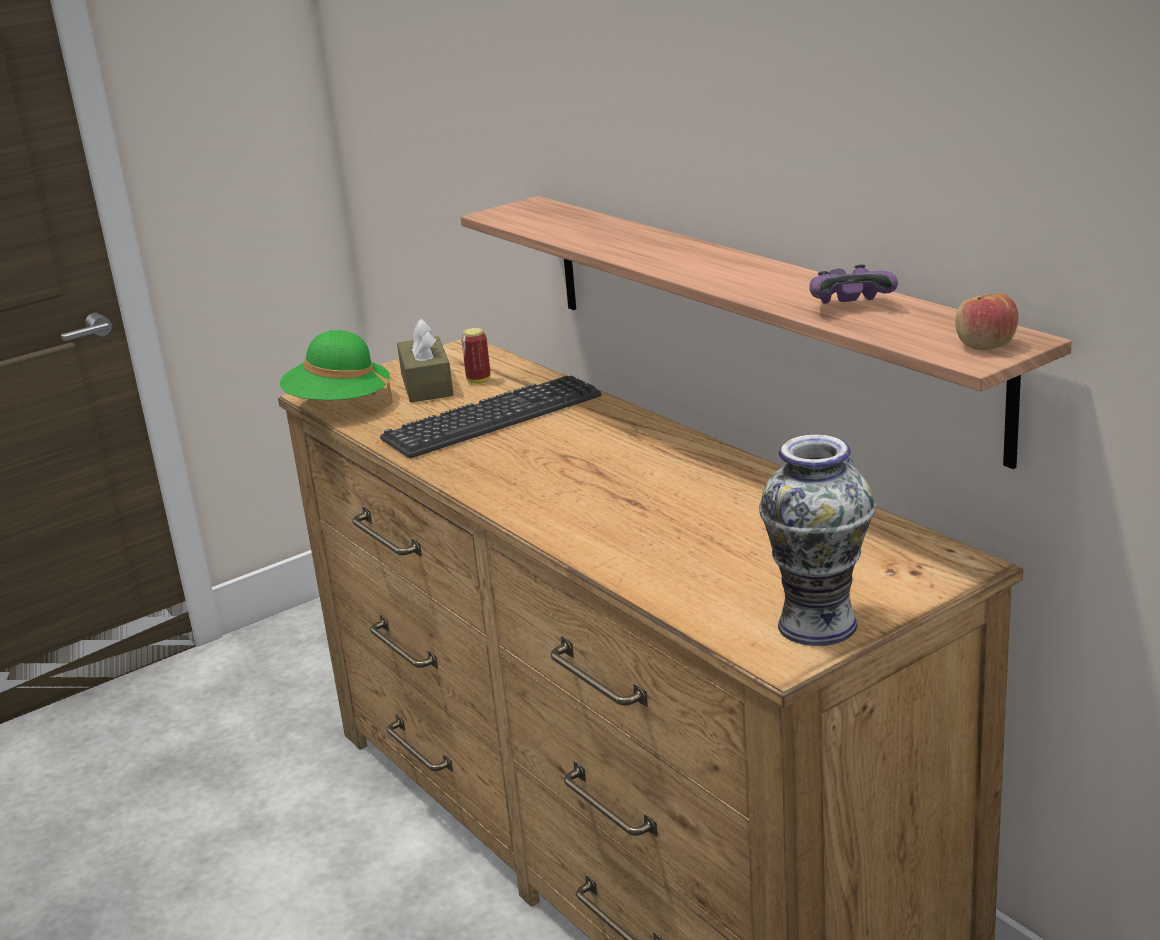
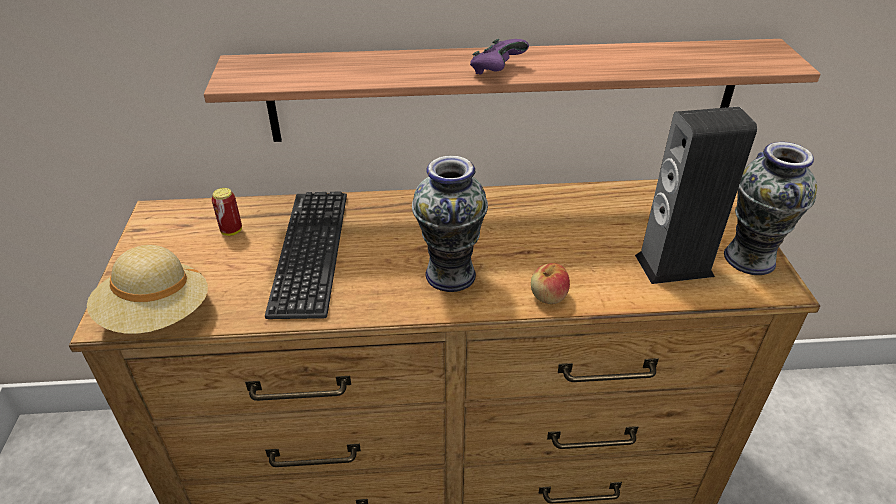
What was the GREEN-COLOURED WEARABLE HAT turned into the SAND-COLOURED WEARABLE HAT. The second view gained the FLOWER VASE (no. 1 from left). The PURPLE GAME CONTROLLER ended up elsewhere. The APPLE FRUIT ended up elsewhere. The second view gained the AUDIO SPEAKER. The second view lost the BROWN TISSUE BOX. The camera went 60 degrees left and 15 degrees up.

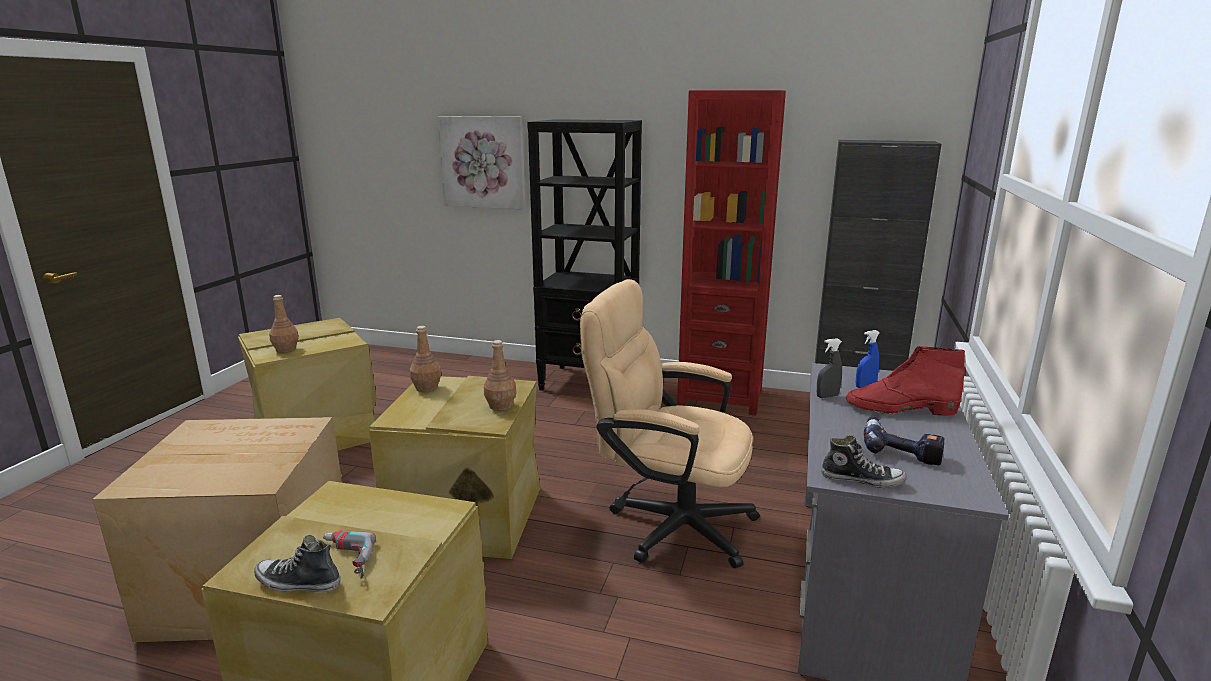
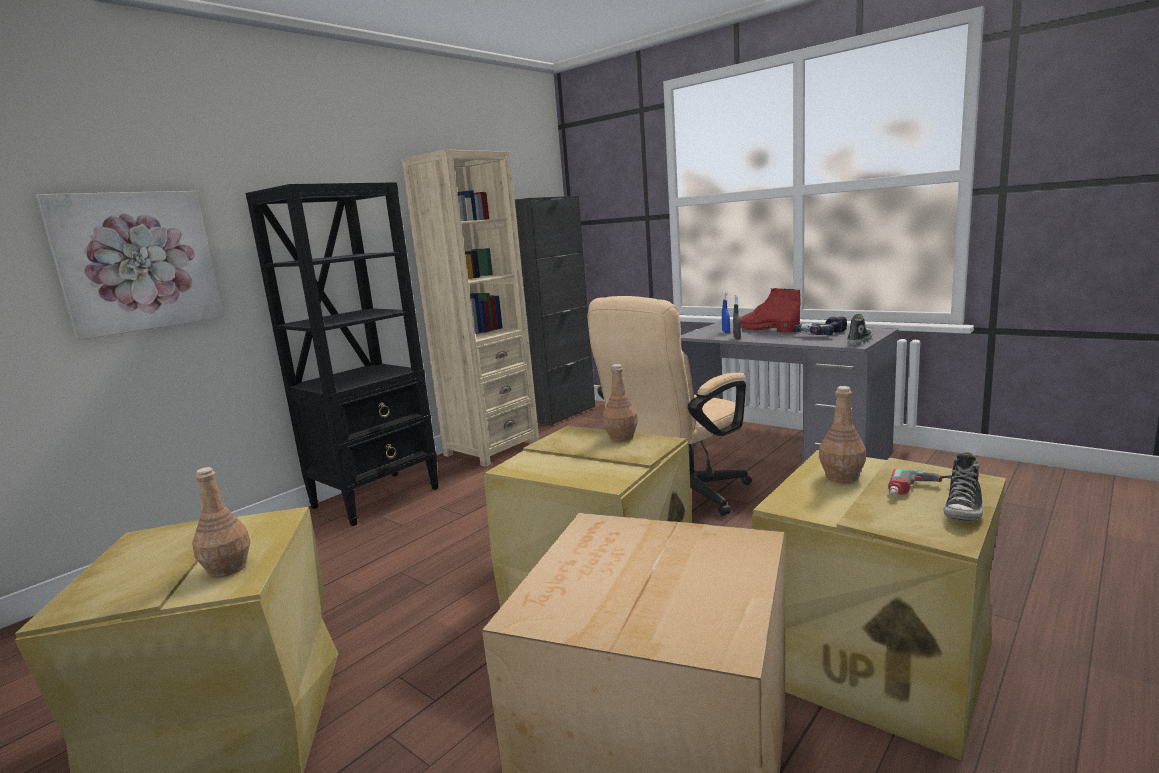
What was the RED-COLOURED BOOKSHELF turned into the SAND-COLOURED BOOKSHELF. The RED-COLOURED TALL BOOT ended up facing another way, 105 degrees clockwise from before. The BROWN BEVERAGE BOTTLE (no. 2 from left in the first image) ended up elsewhere. The camera went 65 degrees left and 5 degrees down.

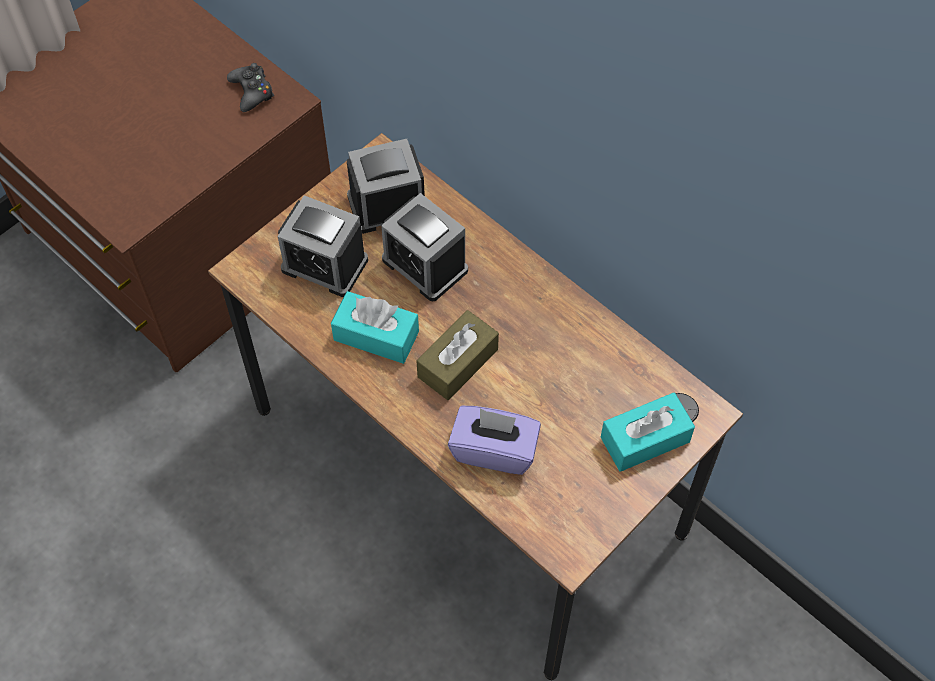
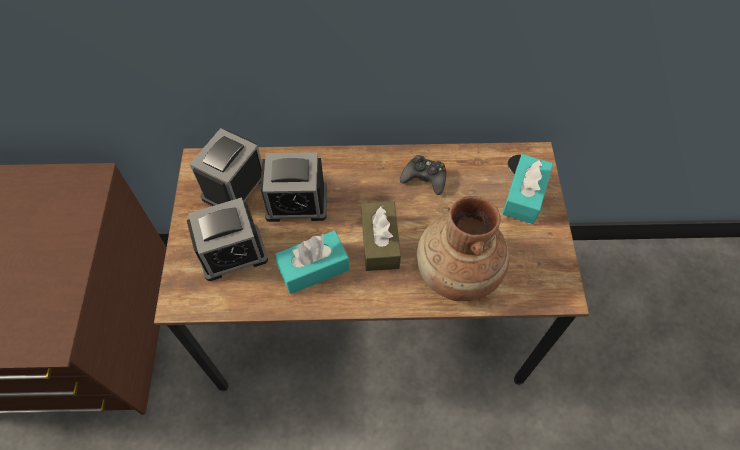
The BLACKISH GAME CONTROLLER ended up elsewhere. Where the PURPLE TISSUE BOX stood, the BROWN FLOWER VASE came to stand. The camera went 45 degrees left and 0 degrees up.

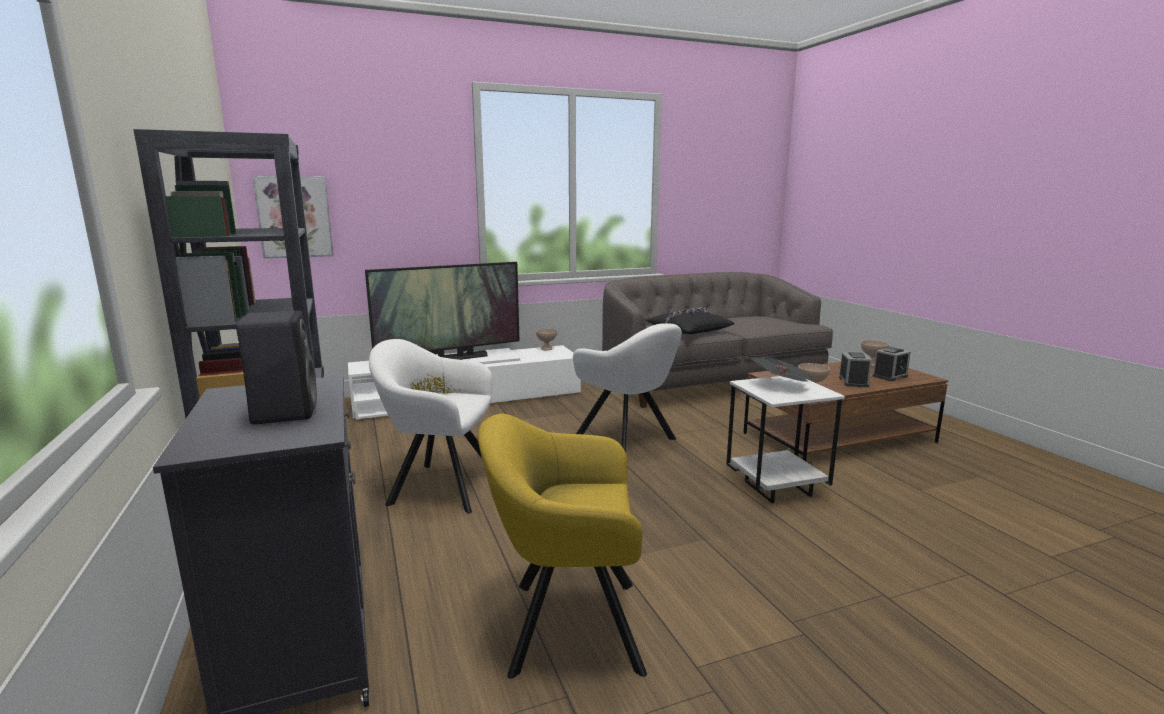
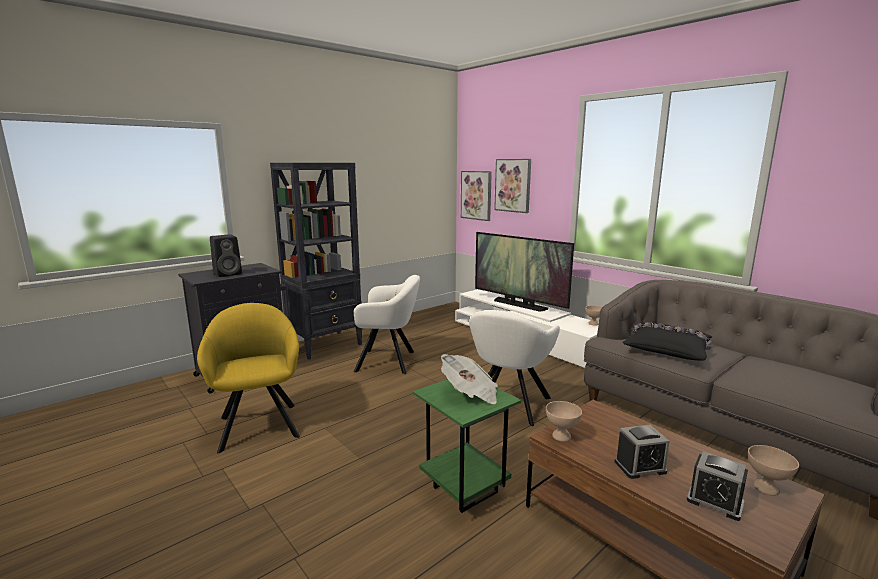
The WHITE ARMCHAIR (no. 1 from left) ended up facing another way, 105 degrees clockwise from before. What was the WHITE END TABLE turned into the GREEN-COLOURED END TABLE. The second view gained the WALL ART (no. 2 from left). The camera went 70 degrees right and 0 degrees up.

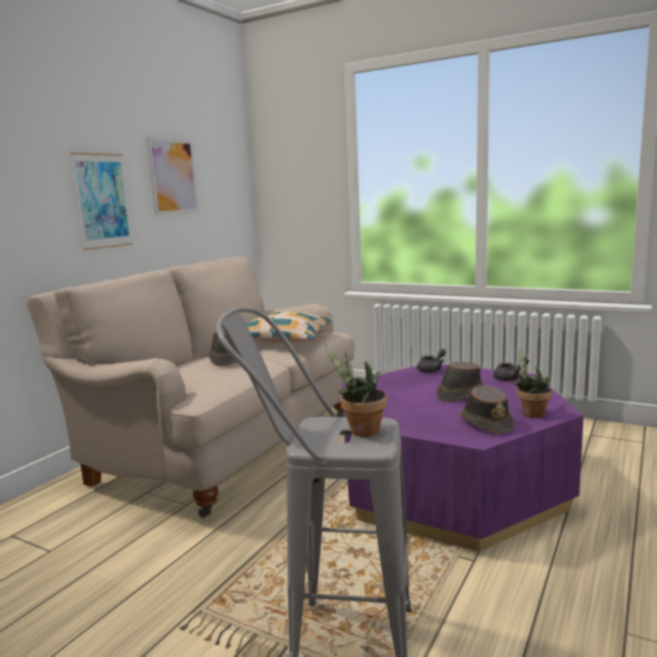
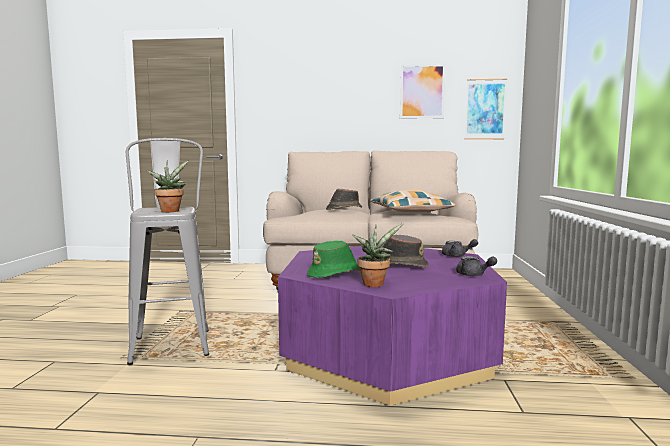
What was the BROWN WEARABLE HAT (no. 3 from left) turned into the GREEN-COLOURED WEARABLE HAT. The WALL ART (no. 1 from left in the first image) ended up elsewhere. The camera went 65 degrees right and 5 degrees down.

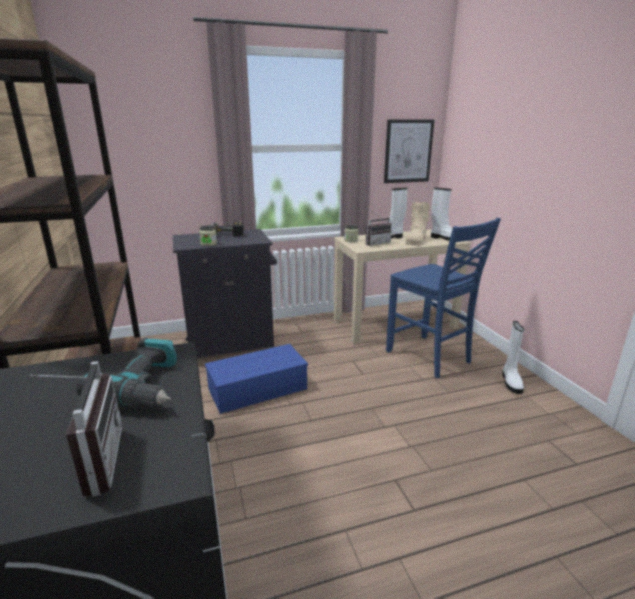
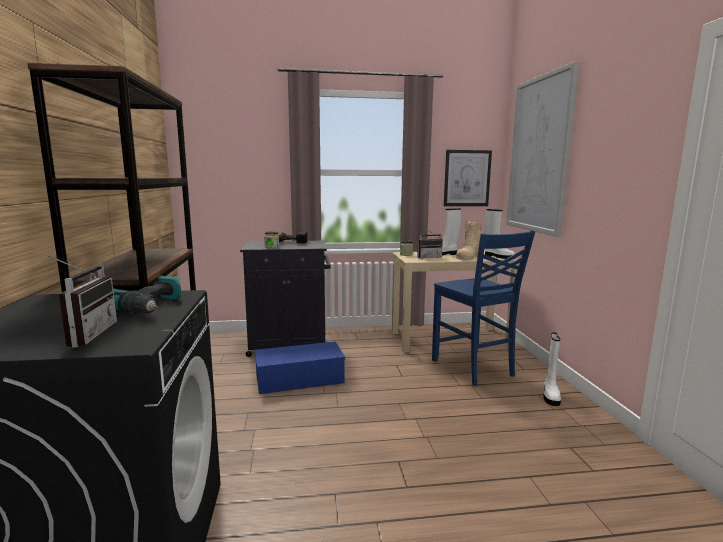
The second view gained the WALL ART (no. 2 from left). The camera went 10 degrees right and 10 degrees down.

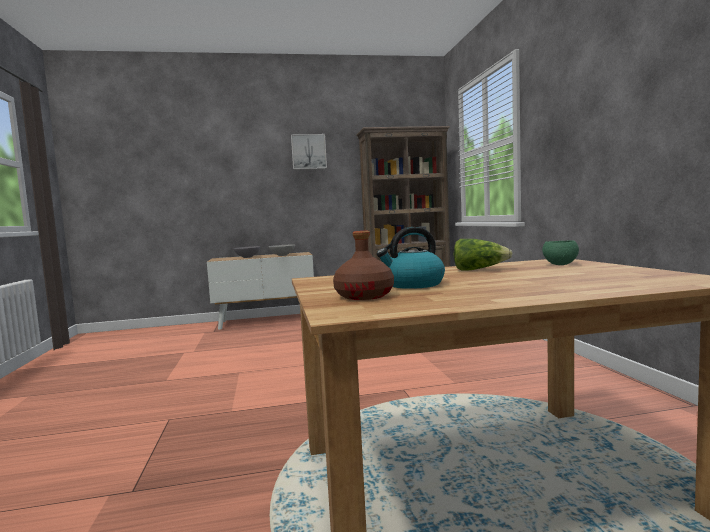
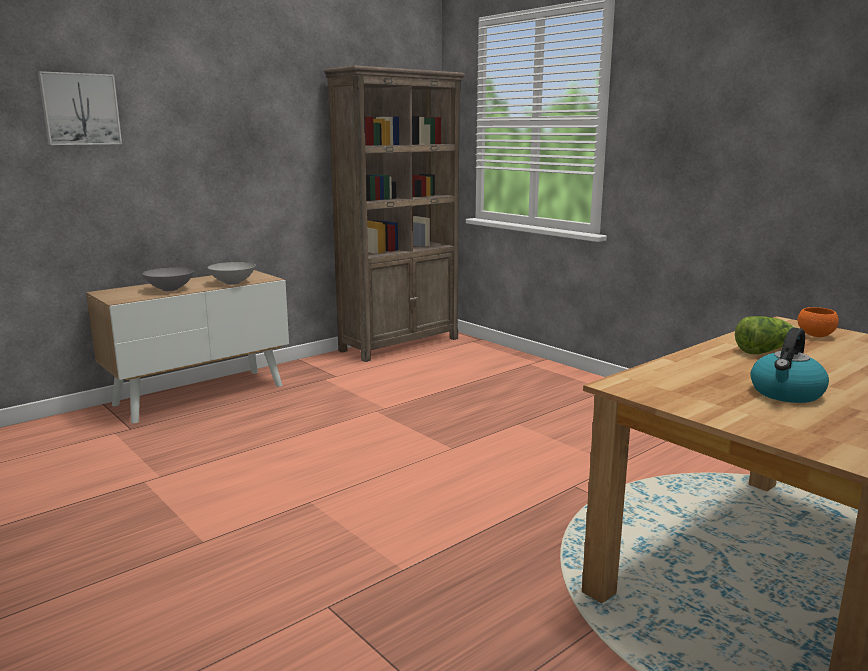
The WALL ART ended up elsewhere. What was the GREEN-COLOURED BOWL turned into the ORANGEY BOWL. The second view lost the BROWN BEVERAGE BOTTLE. The camera went 30 degrees left and 10 degrees up.

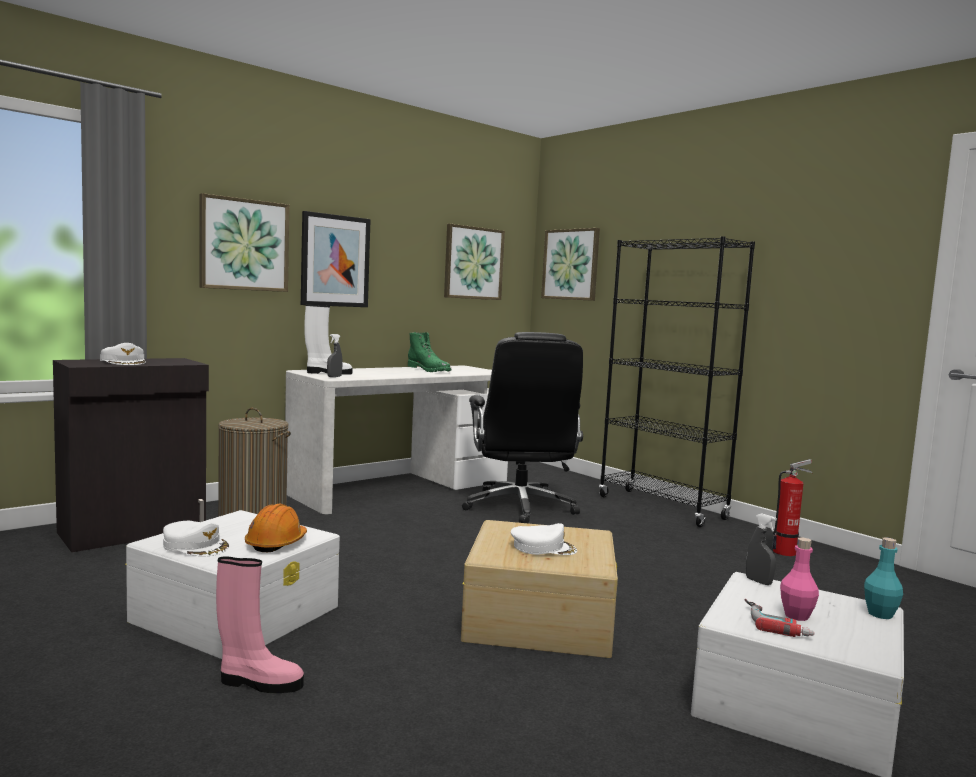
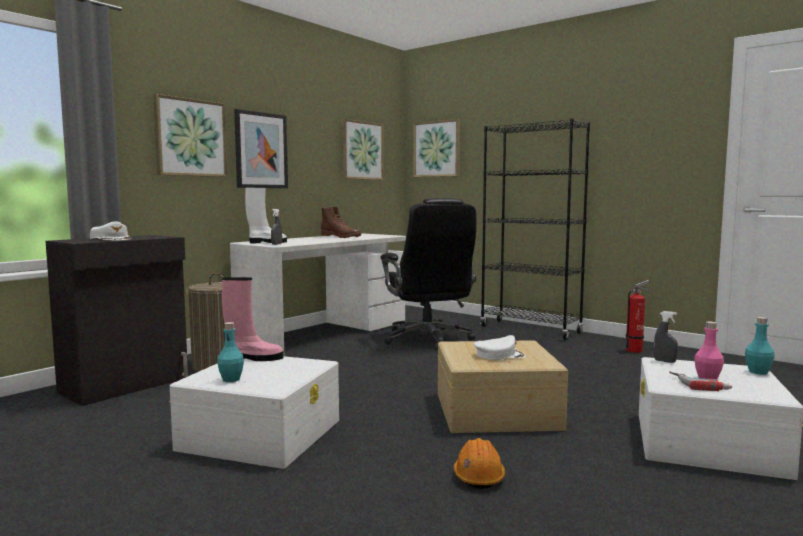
Where the WHITE CAP (no. 2 from left) stood, the TURQUOISE BEVERAGE BOTTLE (no. 1 from left) came to stand. The PINKISH TALL BOOT ended up elsewhere. What was the GREEN-COLOURED TALL BOOT turned into the BROWN TALL BOOT. The ORANGEY SAFETY HELMET ended up elsewhere. The camera went 10 degrees left and 0 degrees up.

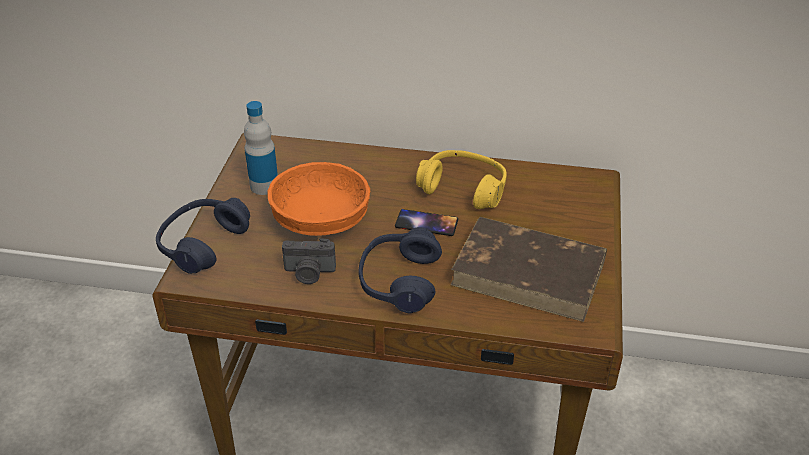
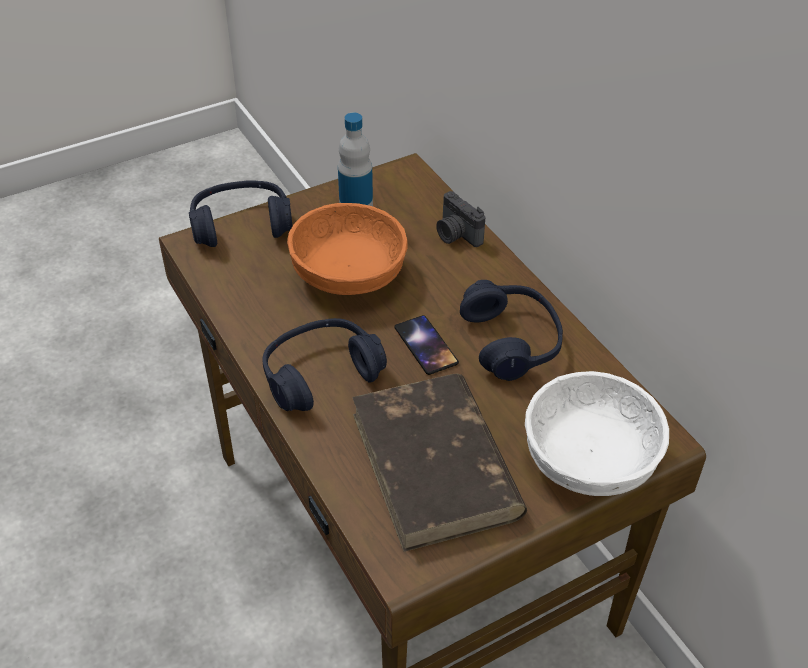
The STILL CAMERA ended up elsewhere. What was the YELLOWISH HEADPHONES turned into the BLUE HEADPHONES (no. 3 from left). The second view gained the WHITE BOWL. The camera went 50 degrees right and 5 degrees up.

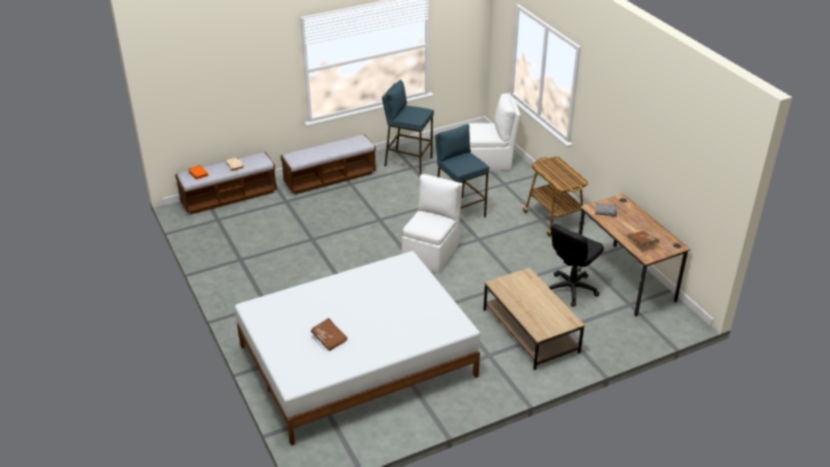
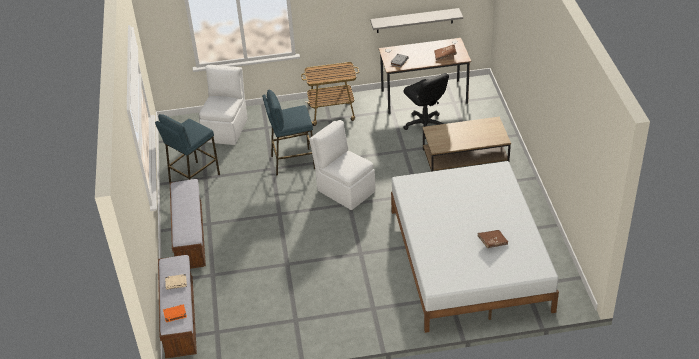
The second view gained the GREYISH WALL SHELF. The camera went 70 degrees left and 5 degrees up.

